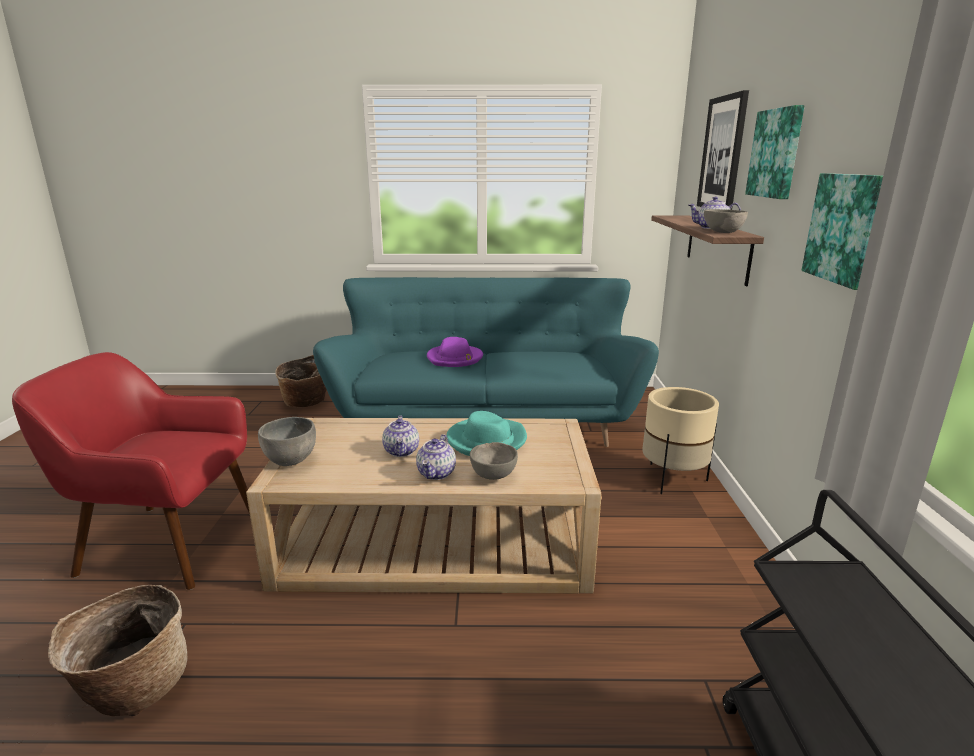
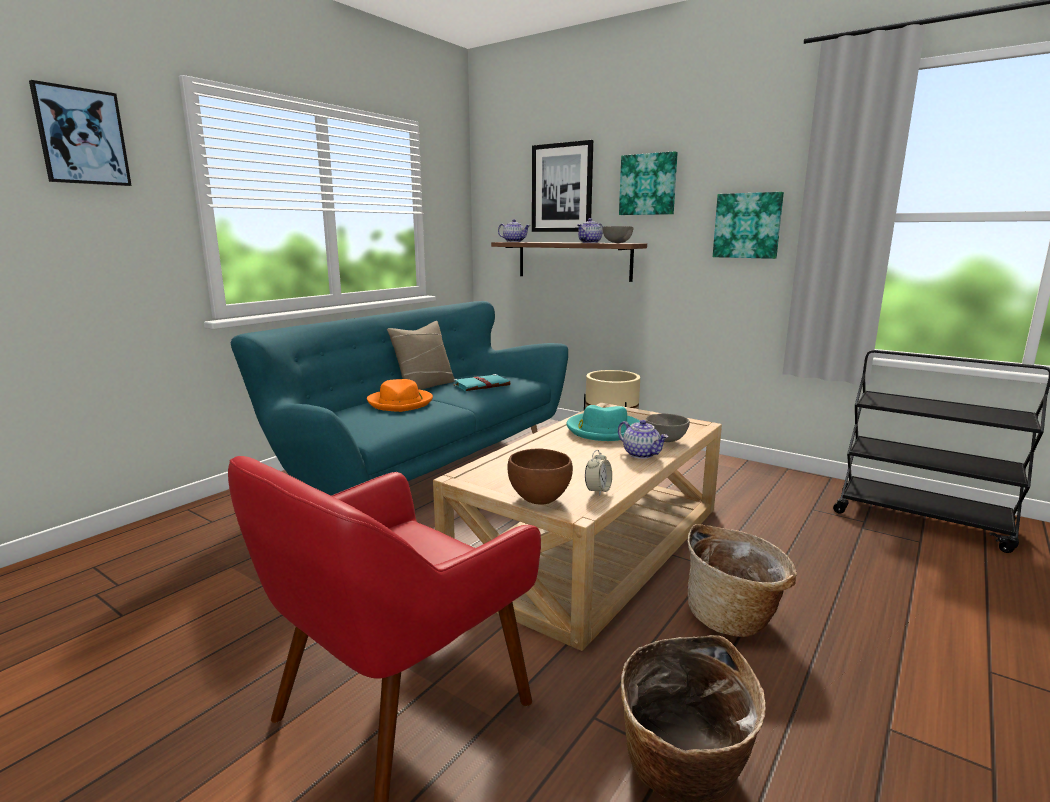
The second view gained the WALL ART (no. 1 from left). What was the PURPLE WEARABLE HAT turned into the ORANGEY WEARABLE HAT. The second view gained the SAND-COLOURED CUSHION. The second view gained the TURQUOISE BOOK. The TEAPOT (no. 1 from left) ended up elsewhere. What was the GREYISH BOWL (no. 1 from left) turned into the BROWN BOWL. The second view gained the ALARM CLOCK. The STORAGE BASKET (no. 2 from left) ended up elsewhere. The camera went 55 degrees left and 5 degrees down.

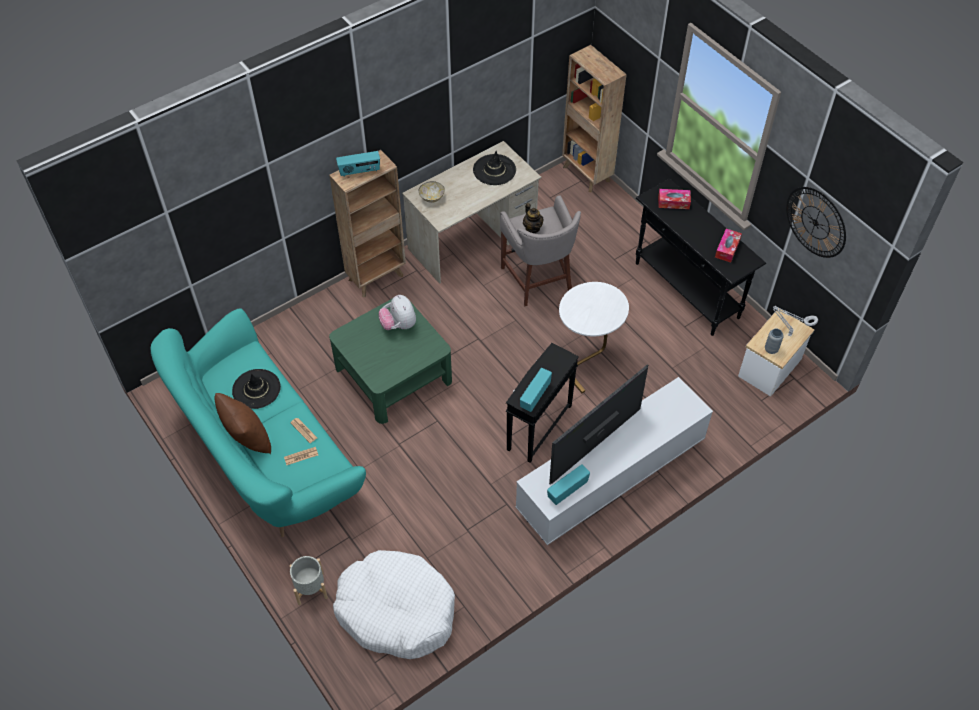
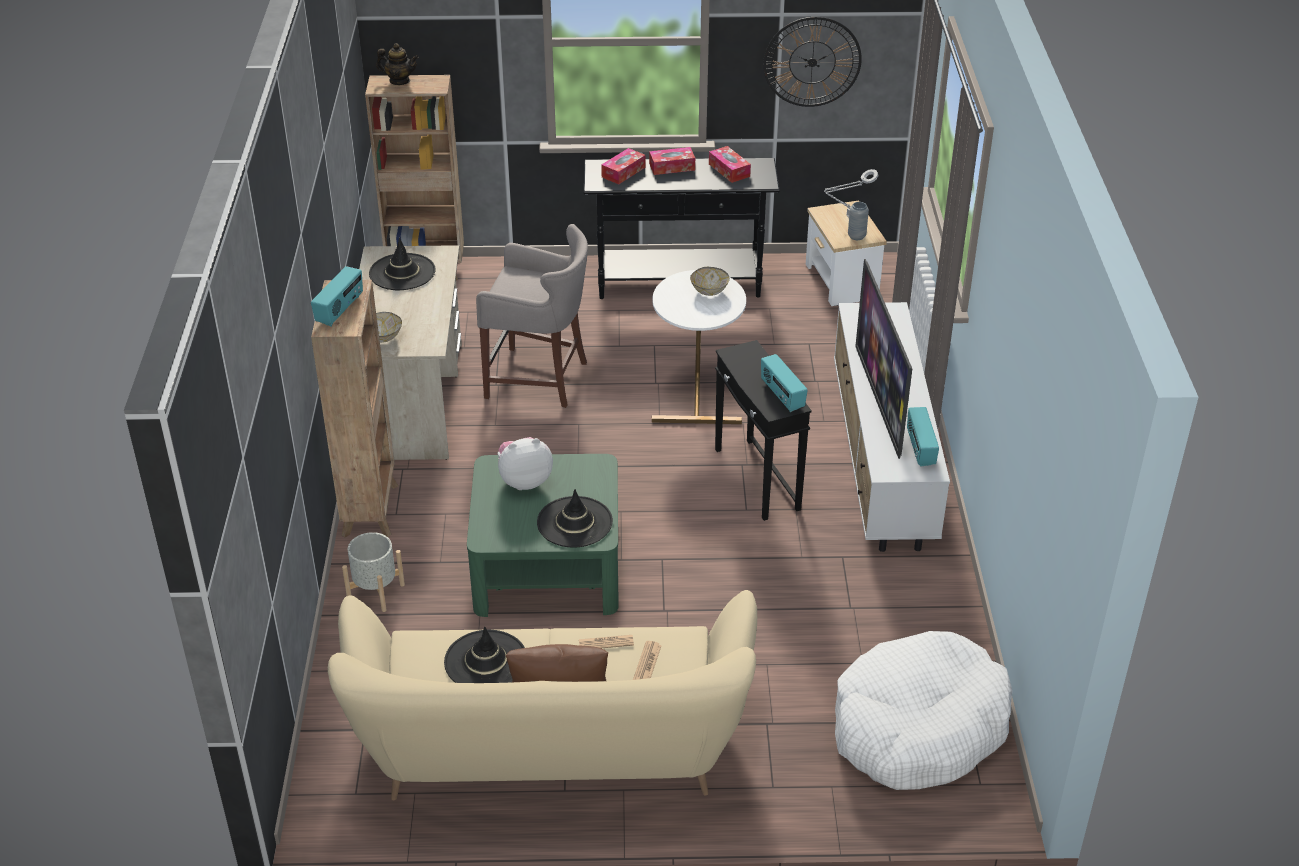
What was the TURQUOISE COUCH turned into the SAND-COLOURED COUCH. The GREYISH PLANT POT ended up elsewhere. The TEAPOT ended up elsewhere. The SOFT TOY ended up facing another way, 150 degrees clockwise from before. The second view gained the BLACKISH WEARABLE HAT (no. 3 from left). The second view gained the TISSUE BOX (no. 2 from left). The second view gained the BOWL (no. 2 from left). The camera went 55 degrees left and 15 degrees down.

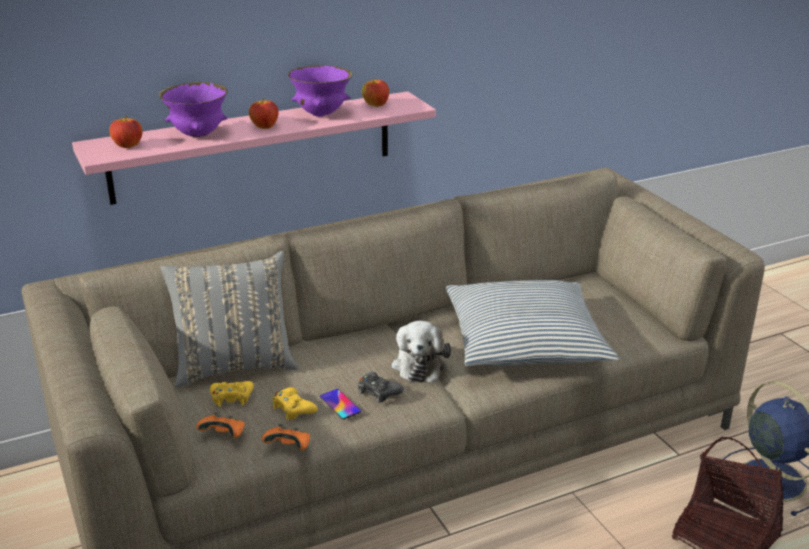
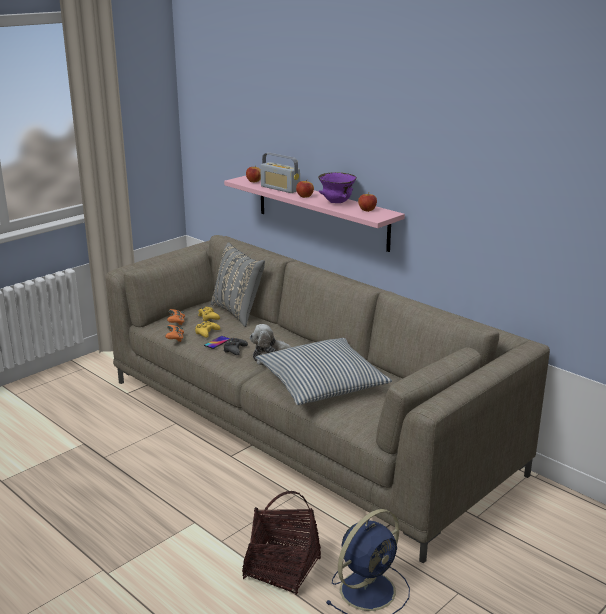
Where the PURPLE BOWL (no. 1 from left) stood, the RADIO RECEIVER came to stand. The camera went 70 degrees right and 5 degrees down.

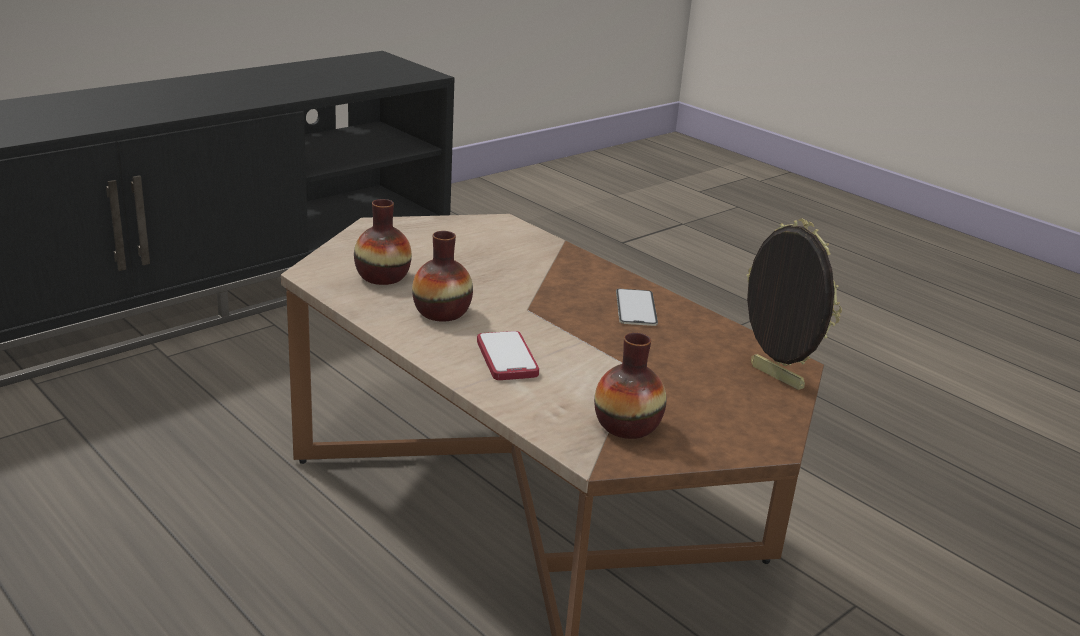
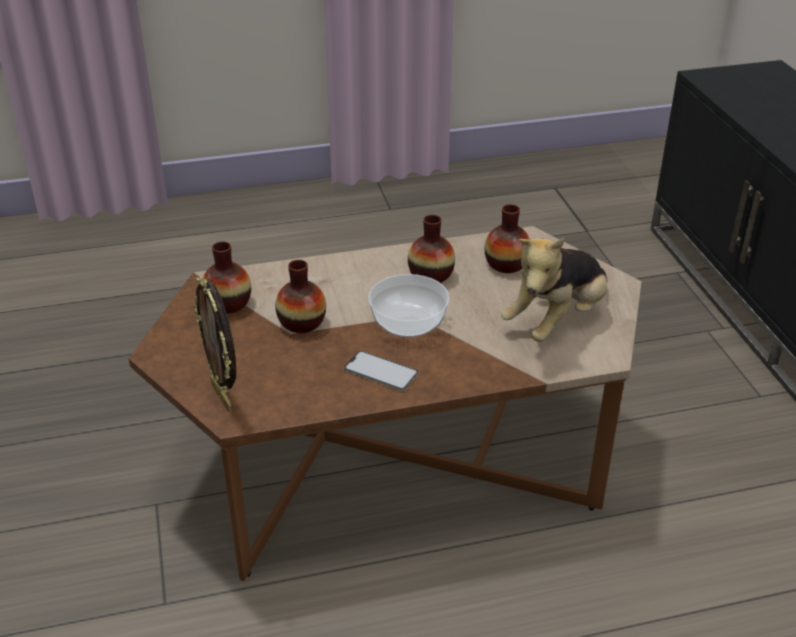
The PICTURE FRAME ended up facing another way, 75 degrees clockwise from before. The second view gained the FLOWER VASE (no. 2 from left). The second view gained the BOWL. The second view gained the SOFT TOY. The second view lost the HANDSET (no. 1 from left). The camera went 120 degrees right and 10 degrees up.

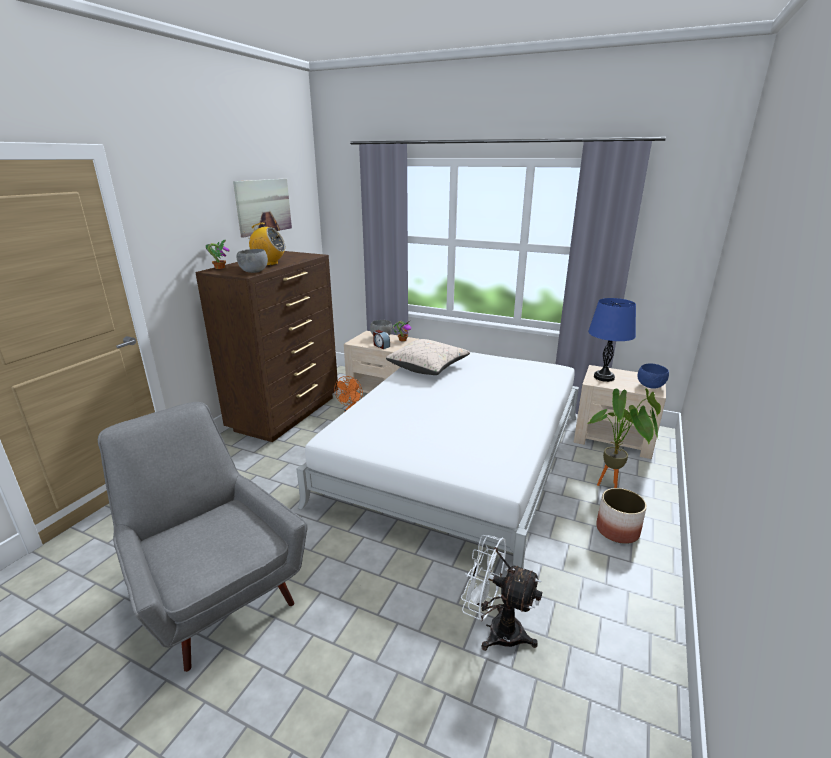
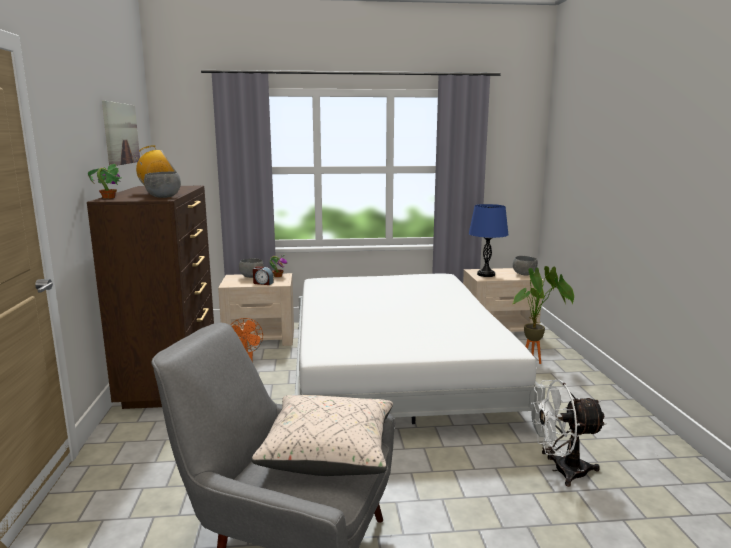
The SAND-COLOURED CUSHION ended up elsewhere. What was the BLUE BOWL turned into the GREYISH BOWL (no. 3 from left). The second view lost the PLANT POT. The camera went 30 degrees left and 10 degrees down.

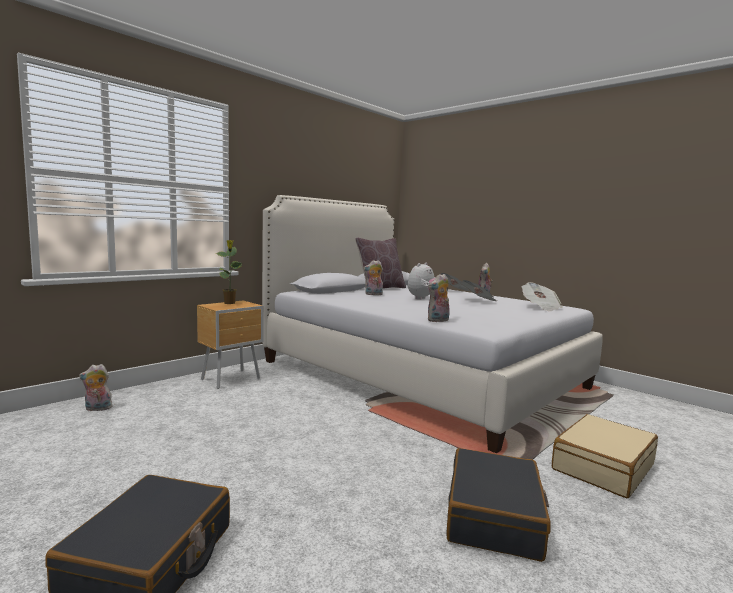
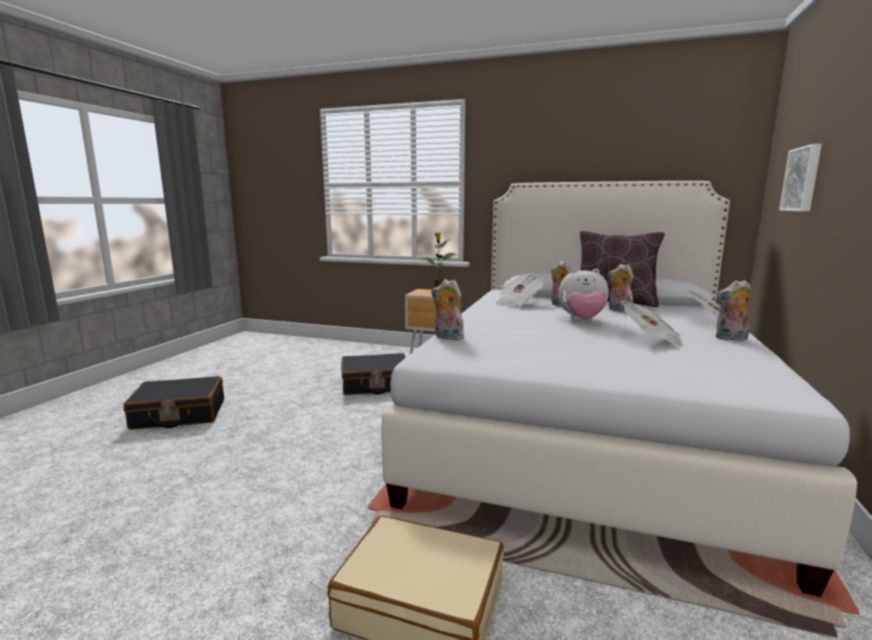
The BLACKISH SUITCASE (no. 2 from left) ended up elsewhere. The NEWSPAPER (no. 3 from left in the first image) ended up elsewhere. The SOFT TOY (no. 1 from left in the first image) ended up elsewhere. The second view gained the WALL ART. The camera went 65 degrees right and 5 degrees up.

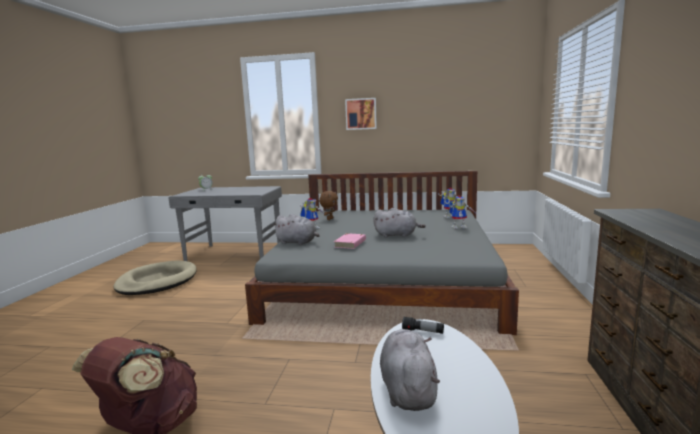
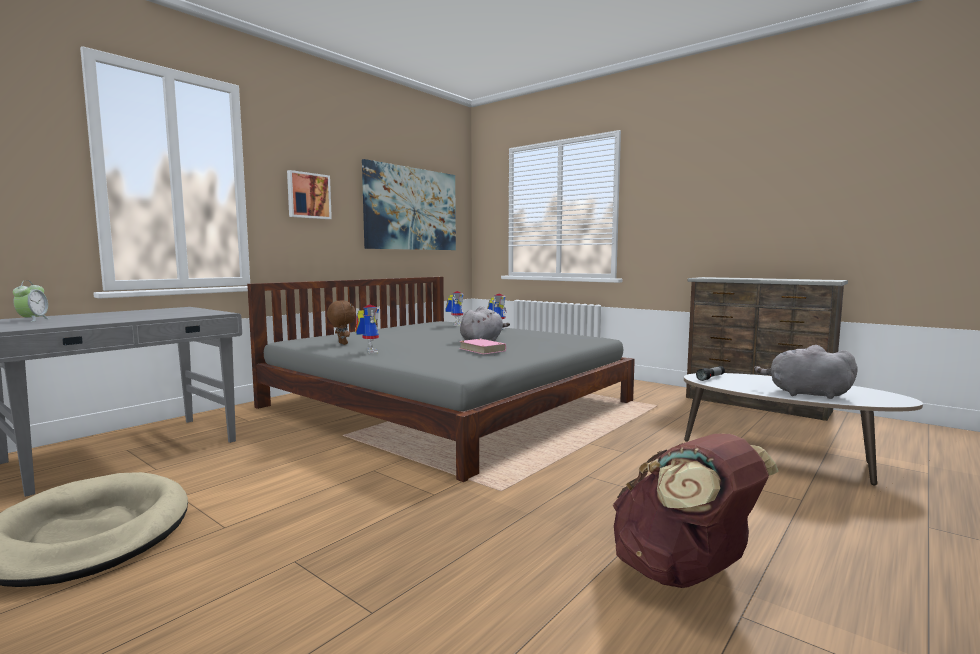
The second view gained the WALL ART (no. 2 from left). The second view lost the GREYISH SOFT TOY (no. 1 from left). The camera went 60 degrees left and 5 degrees down.

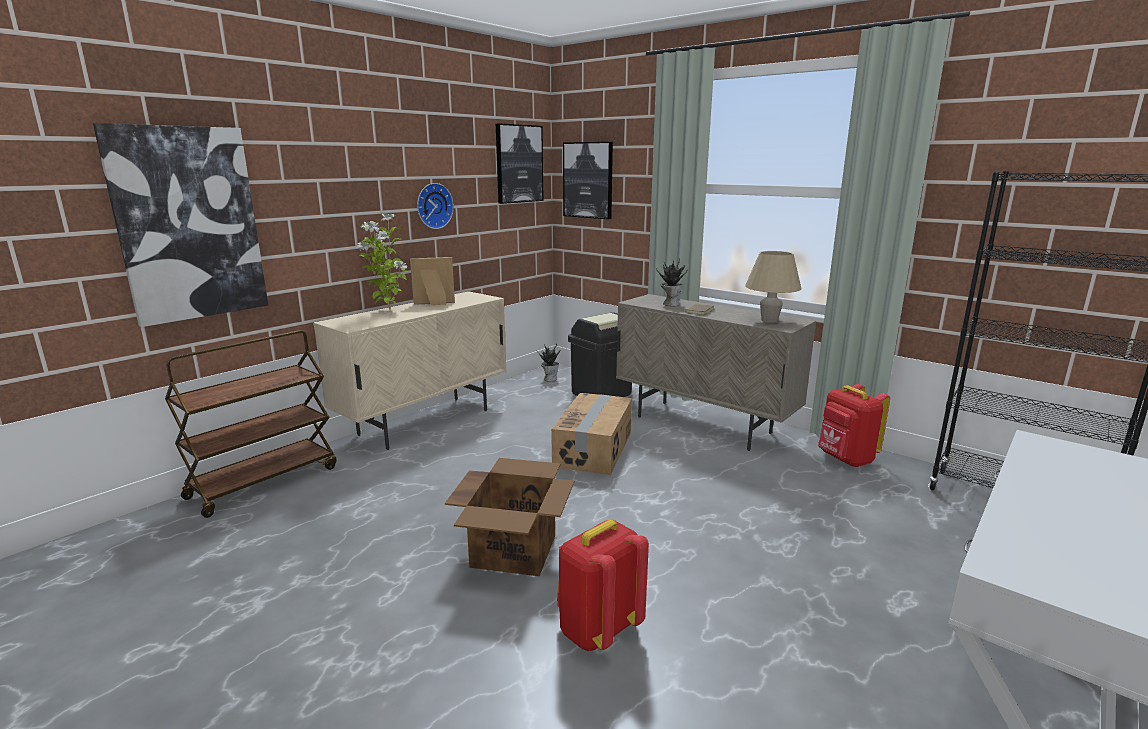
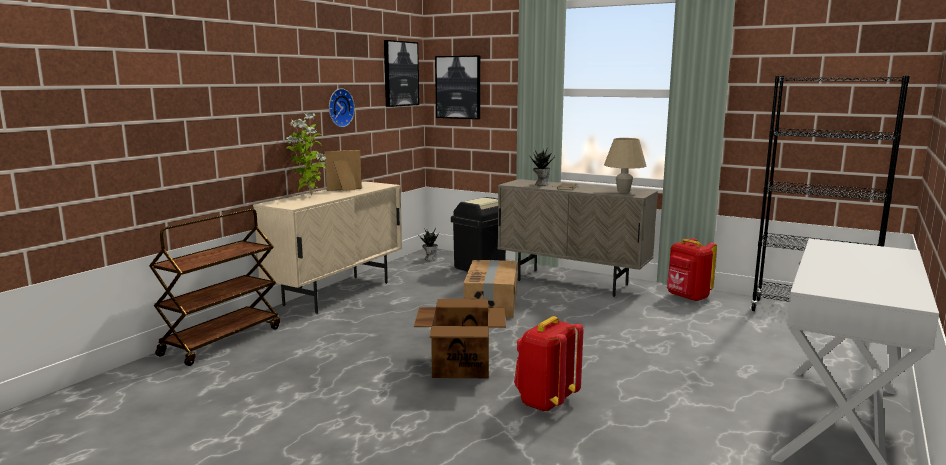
The second view lost the WALL ART (no. 1 from left). The camera went 10 degrees left and 5 degrees down.

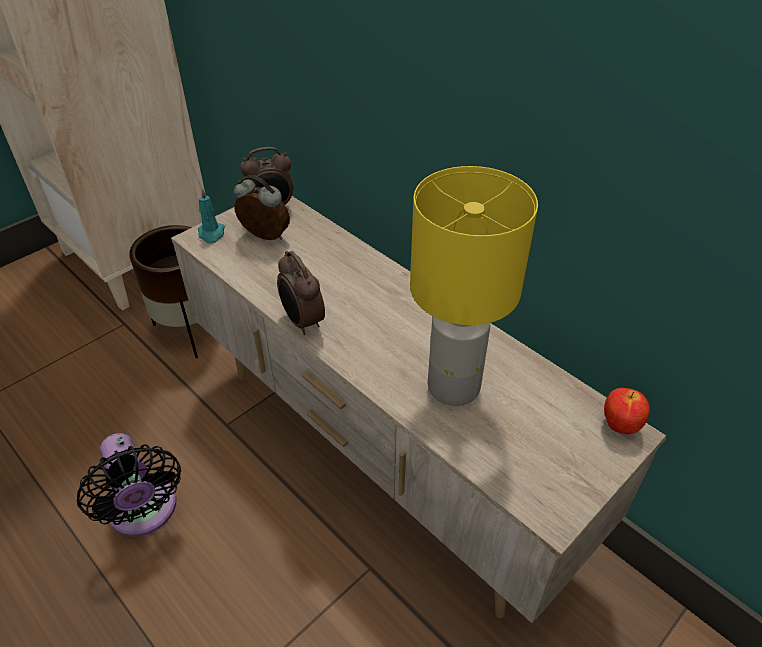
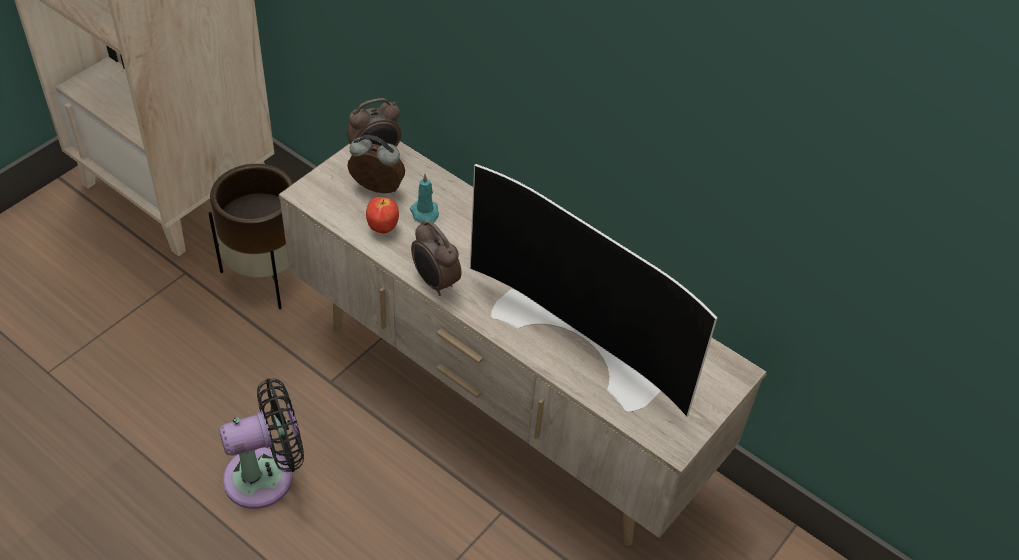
The BLACKISH FAN ended up facing another way, 75 degrees counterclockwise from before. The APPLE FRUIT ended up elsewhere. The TURQUOISE CANDLE ended up elsewhere. Where the YELLOWISH TABLETOP LAMP stood, the TV SET came to stand. The camera went 10 degrees left and 5 degrees up.

